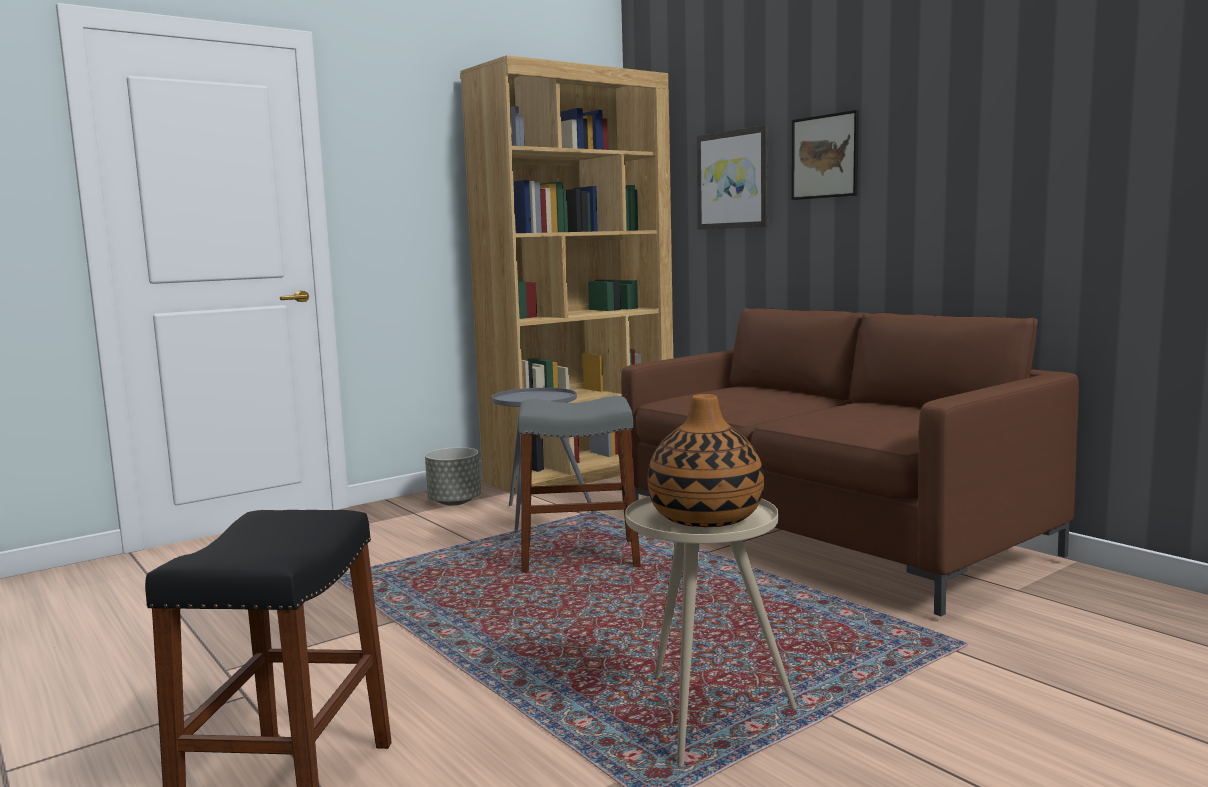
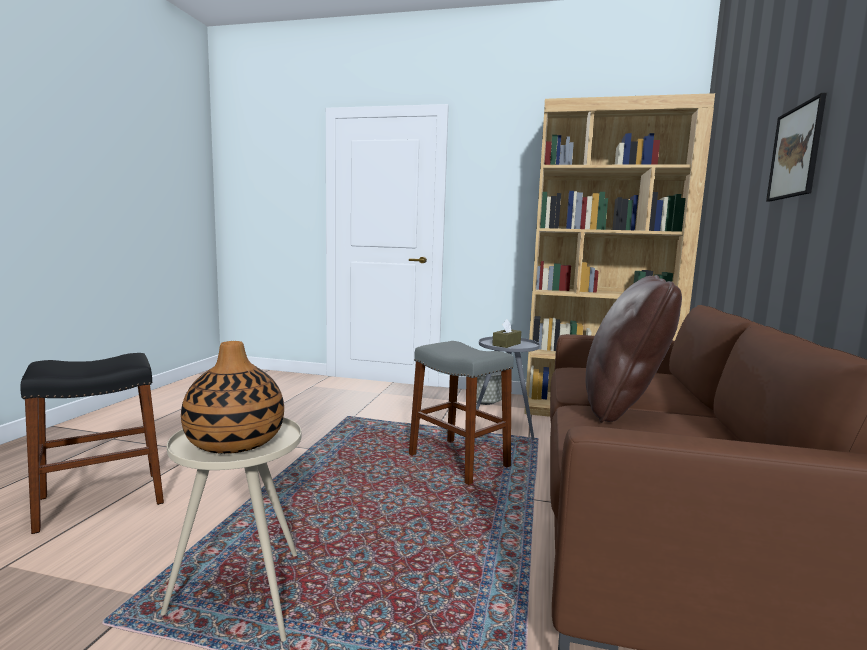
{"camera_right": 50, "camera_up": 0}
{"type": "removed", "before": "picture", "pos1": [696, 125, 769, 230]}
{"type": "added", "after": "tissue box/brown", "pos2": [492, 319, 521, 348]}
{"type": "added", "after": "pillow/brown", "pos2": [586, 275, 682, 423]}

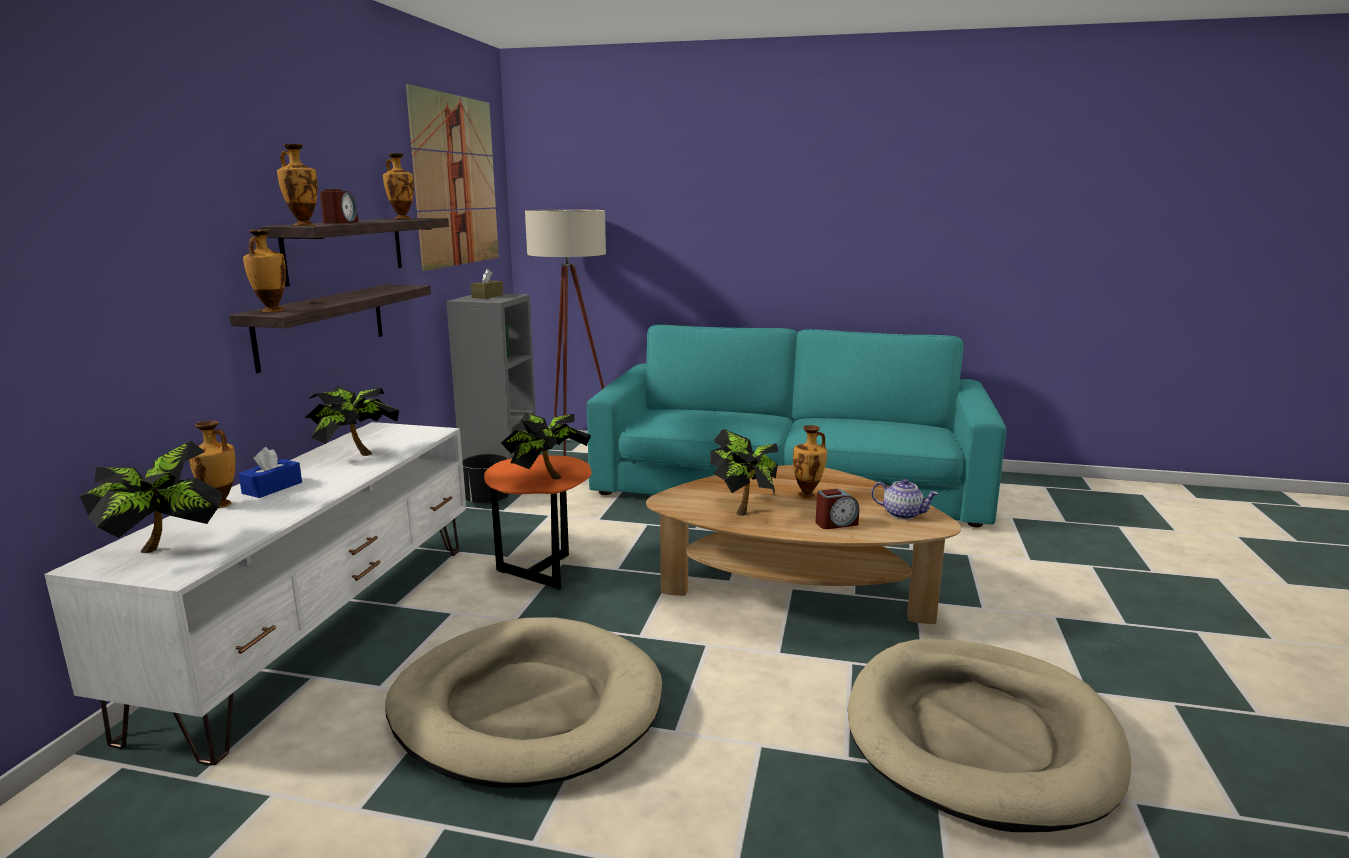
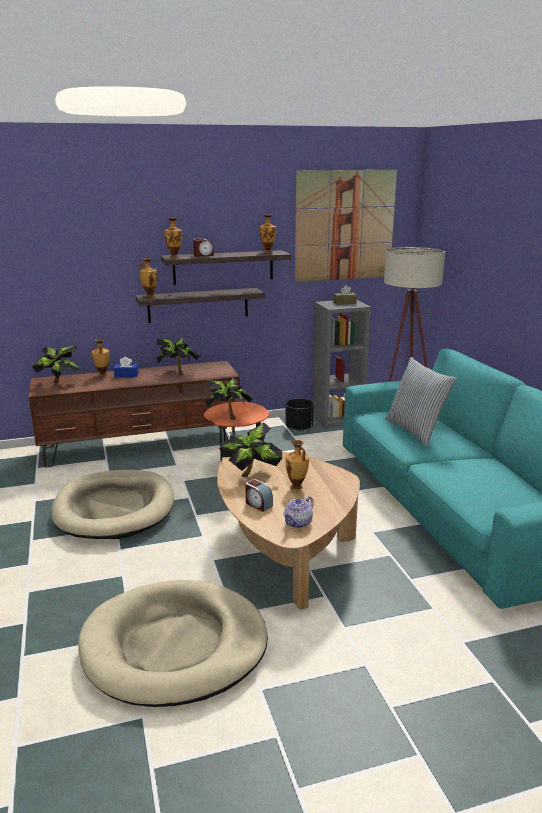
{"camera_right": 60, "camera_up": 5}
{"type": "recoloured", "before": "tv stand/white", "after": "tv stand/brown", "pos1": [44, 422, 466, 766], "pos2": [29, 361, 240, 468]}
{"type": "turned", "before": "teapot", "pos1": [871, 479, 938, 520], "pos2": [283, 496, 314, 528], "turn": 45}
{"type": "added", "after": "pillow", "pos2": [385, 357, 456, 447]}

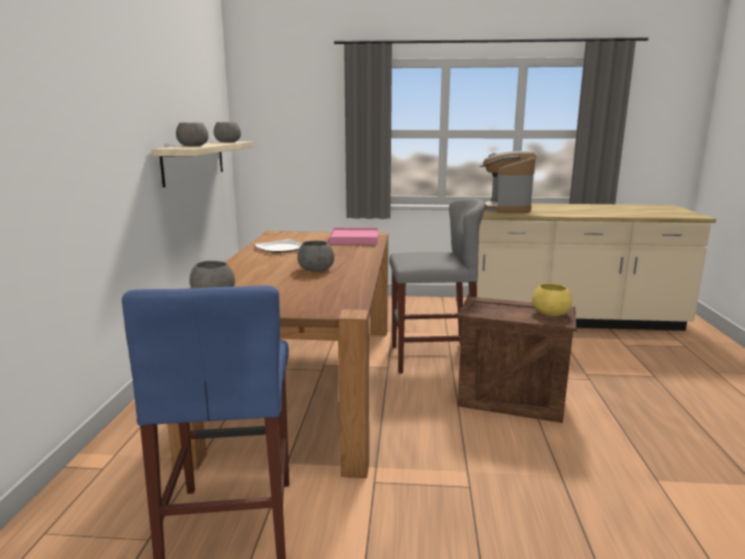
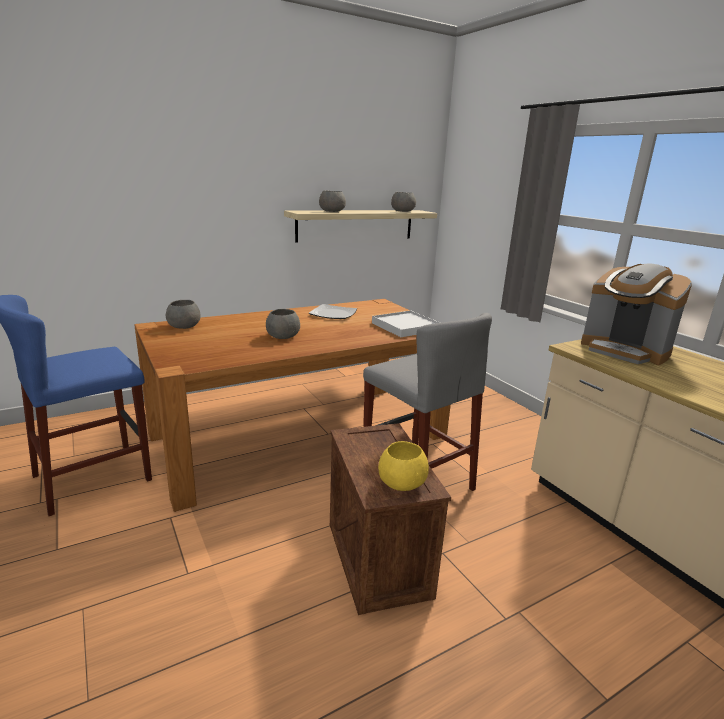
{"camera_right": 55, "camera_up": 5}
{"type": "recoloured", "before": "tray/pink", "after": "tray/white", "pos1": [329, 228, 378, 245], "pos2": [372, 311, 440, 337]}
{"type": "turned", "before": "coffee machine", "pos1": [480, 151, 537, 213], "pos2": [581, 263, 692, 365], "turn": -105}

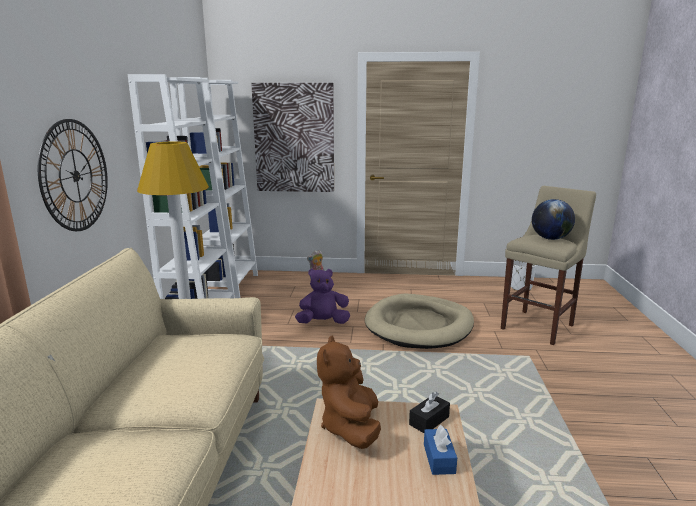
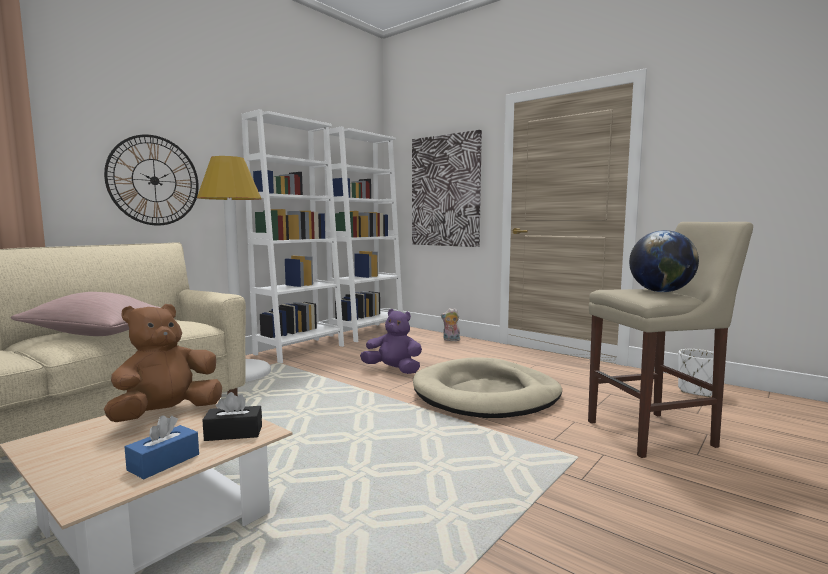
{"camera_right": 35, "camera_up": -10}
{"type": "added", "after": "pillow/pink", "pos2": [11, 292, 161, 336]}

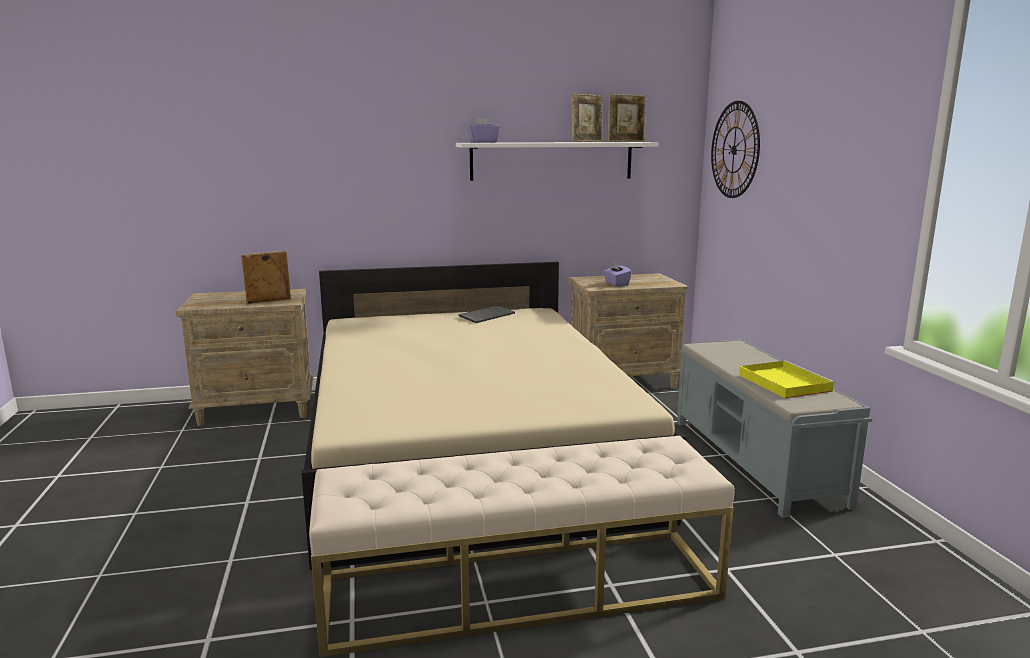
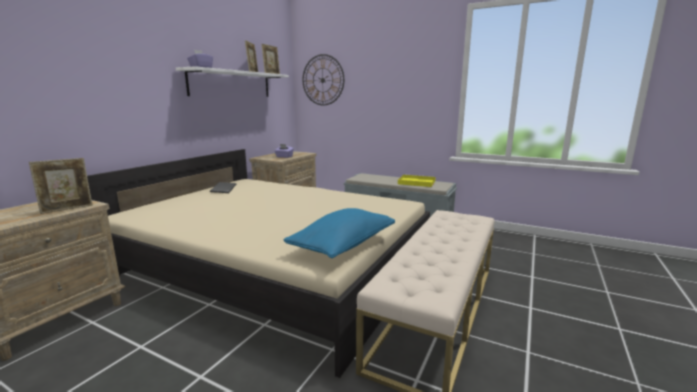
{"camera_right": -50, "camera_up": 0}
{"type": "turned", "before": "picture frame", "pos1": [241, 250, 291, 304], "pos2": [29, 158, 93, 214], "turn": -150}
{"type": "added", "after": "pillow/blue", "pos2": [284, 208, 395, 258]}

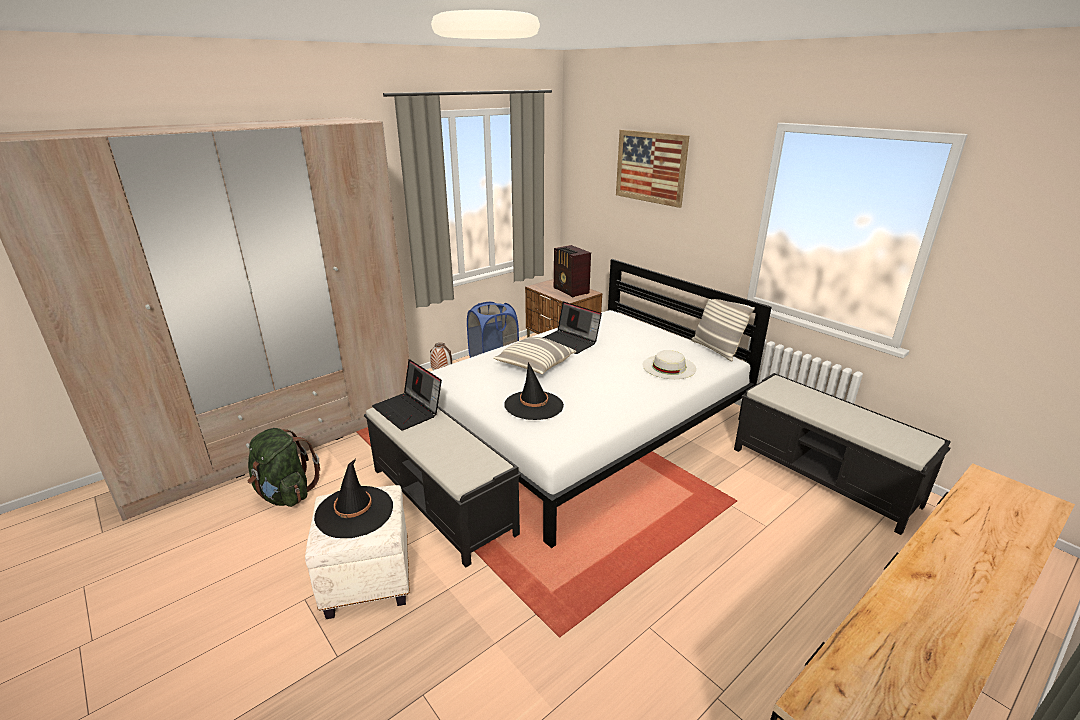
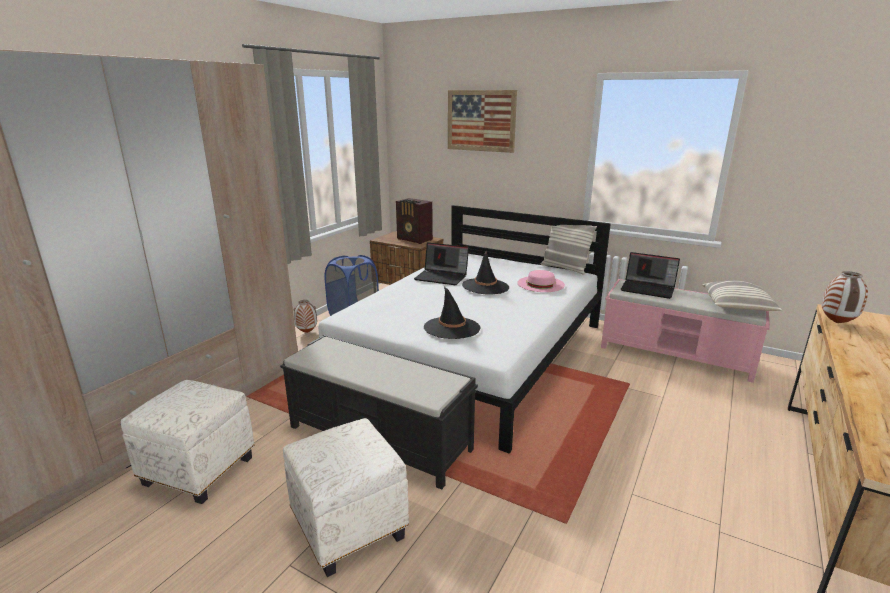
{"camera_right": -20, "camera_up": -5}
{"type": "replaced", "before": "backpack/green", "after": "ottoman/white", "pos1": [248, 428, 320, 507], "pos2": [121, 380, 254, 504]}
{"type": "moved", "before": "hat/black", "pos1": [314, 459, 393, 538], "pos2": [462, 251, 509, 295]}
{"type": "moved", "before": "laptop", "pos1": [372, 359, 442, 431], "pos2": [621, 252, 680, 299]}
{"type": "moved", "before": "pillow", "pos1": [493, 337, 576, 374], "pos2": [702, 280, 782, 311]}
{"type": "recoloured", "before": "hat/white", "after": "hat/pink", "pos1": [642, 350, 696, 379], "pos2": [517, 270, 565, 292]}
{"type": "recoloured", "before": "bench/black", "after": "bench/pink", "pos1": [734, 373, 951, 535], "pos2": [601, 279, 770, 383]}
{"type": "added", "after": "vase", "pos2": [822, 271, 868, 323]}

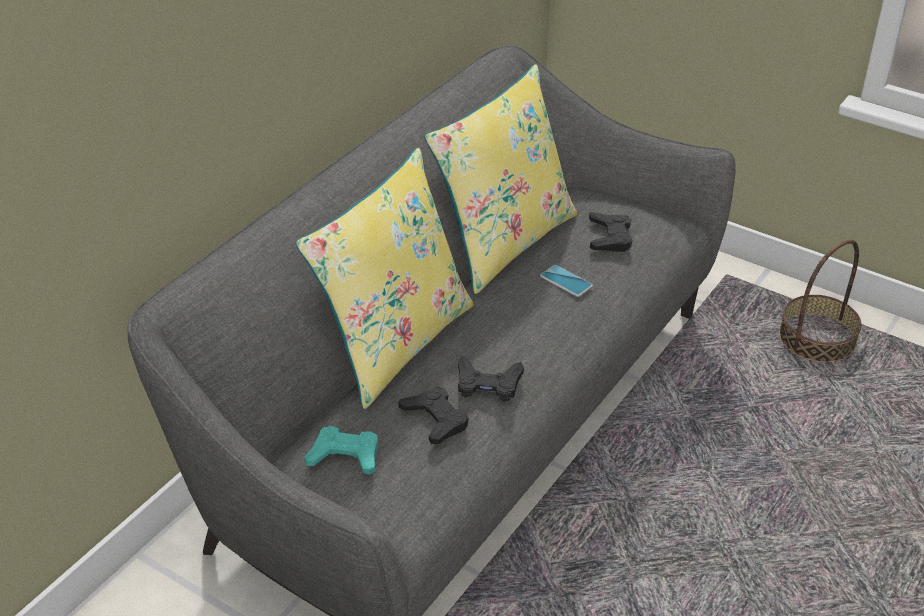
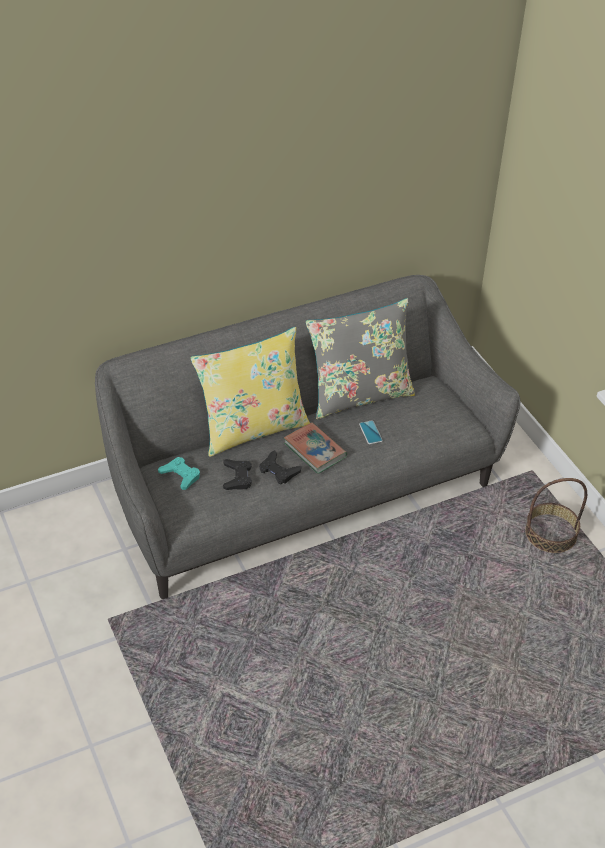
{"camera_right": 30, "camera_up": 5}
{"type": "recoloured", "before": "pillow/yellow", "after": "pillow/grey", "pos1": [424, 64, 577, 294], "pos2": [306, 298, 415, 419]}
{"type": "removed", "before": "game controller/black", "pos1": [589, 212, 632, 252]}
{"type": "added", "after": "book", "pos2": [284, 422, 347, 474]}

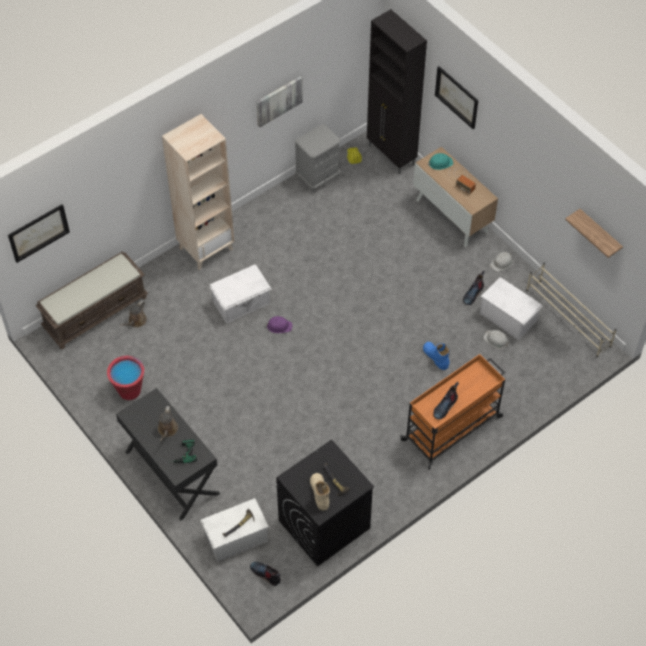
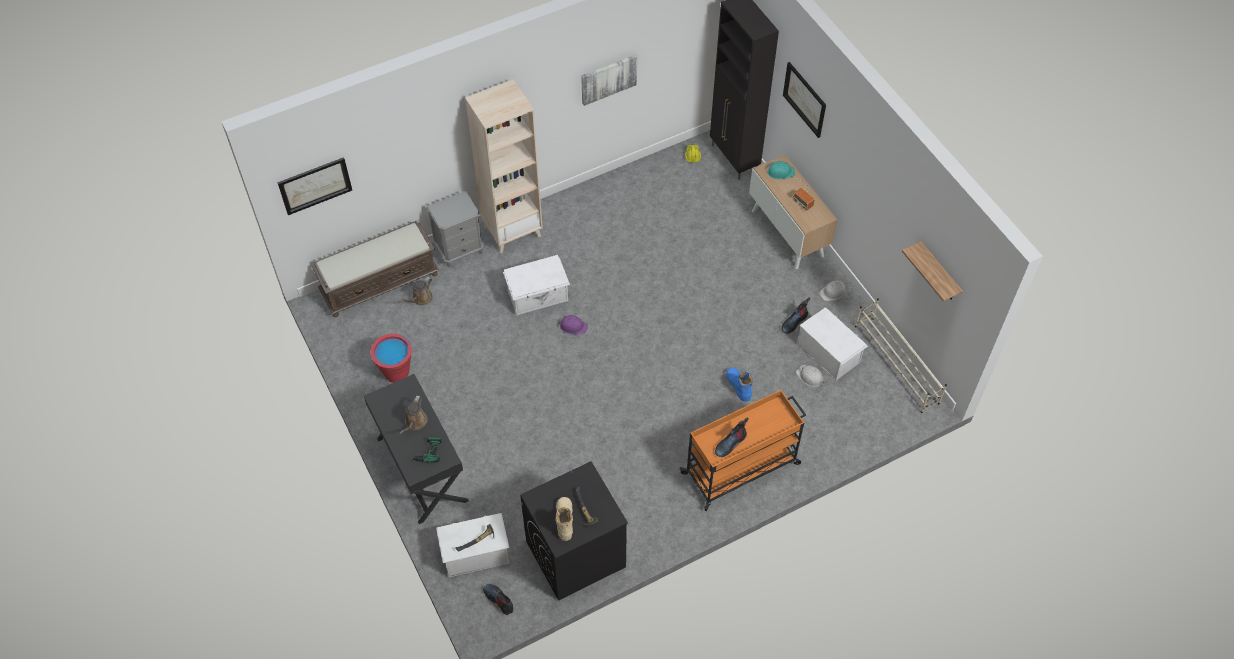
{"camera_right": 10, "camera_up": 0}
{"type": "moved", "before": "nightstand/grey", "pos1": [294, 123, 341, 193], "pos2": [426, 191, 484, 267]}

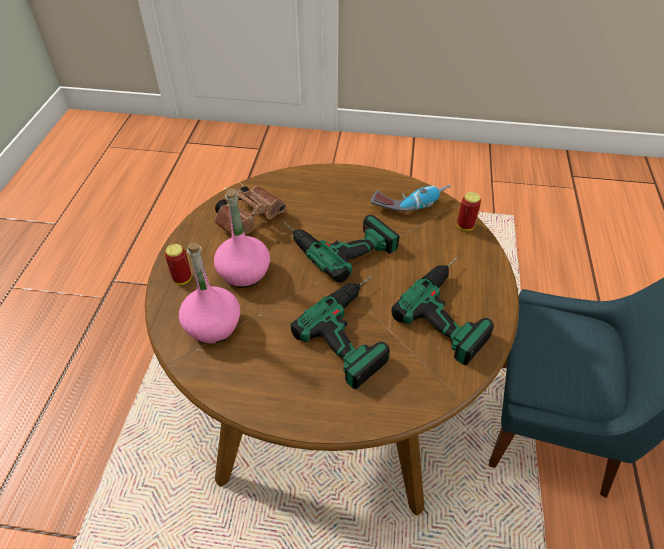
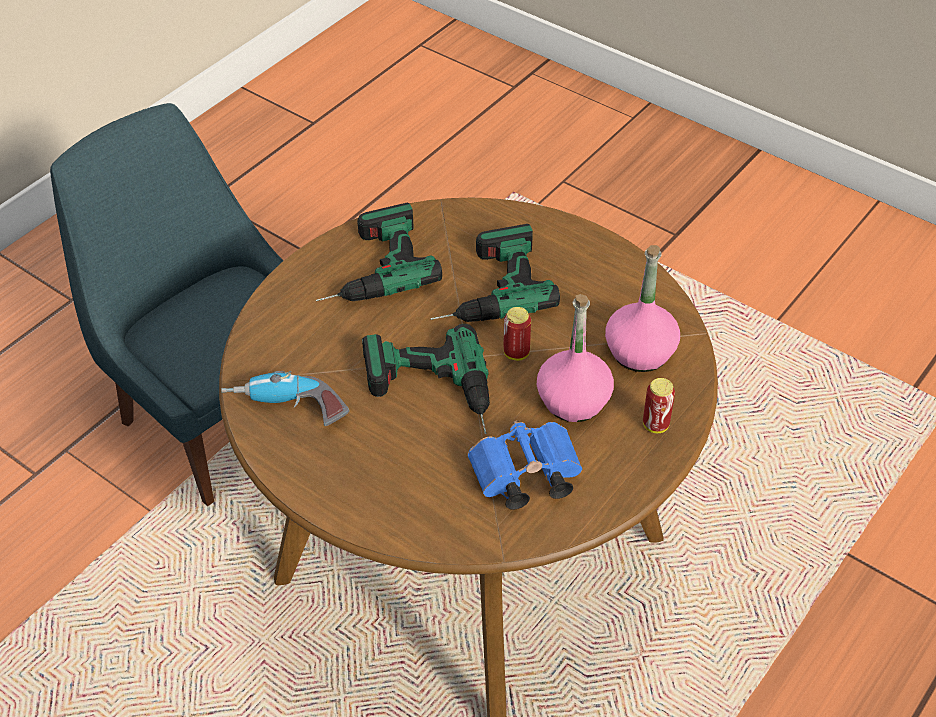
{"camera_right": -150, "camera_up": 0}
{"type": "recoloured", "before": "binoculars/brown", "after": "binoculars/blue", "pos1": [215, 186, 286, 236], "pos2": [467, 420, 582, 510]}
{"type": "moved", "before": "can", "pos1": [457, 192, 481, 231], "pos2": [504, 307, 531, 361]}

